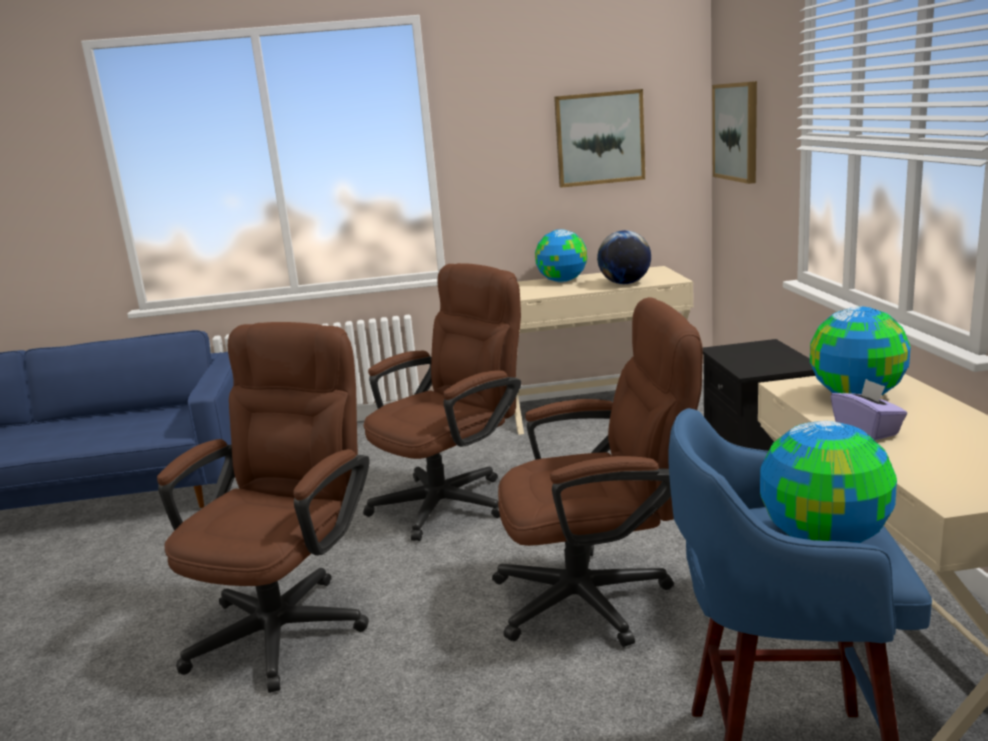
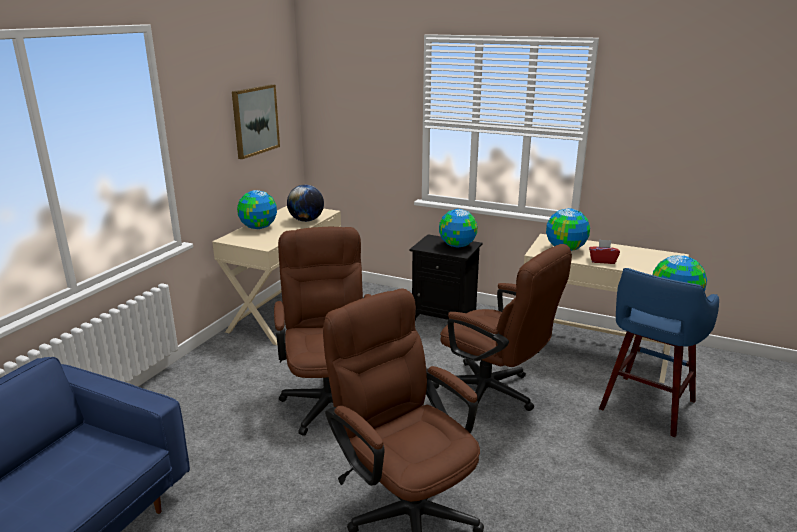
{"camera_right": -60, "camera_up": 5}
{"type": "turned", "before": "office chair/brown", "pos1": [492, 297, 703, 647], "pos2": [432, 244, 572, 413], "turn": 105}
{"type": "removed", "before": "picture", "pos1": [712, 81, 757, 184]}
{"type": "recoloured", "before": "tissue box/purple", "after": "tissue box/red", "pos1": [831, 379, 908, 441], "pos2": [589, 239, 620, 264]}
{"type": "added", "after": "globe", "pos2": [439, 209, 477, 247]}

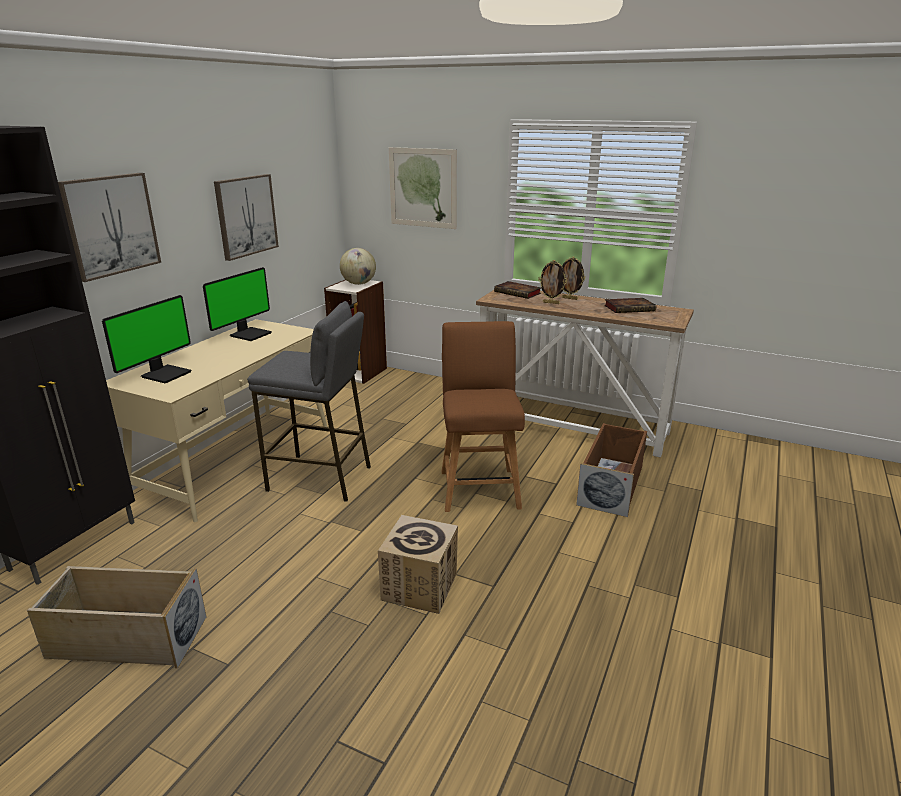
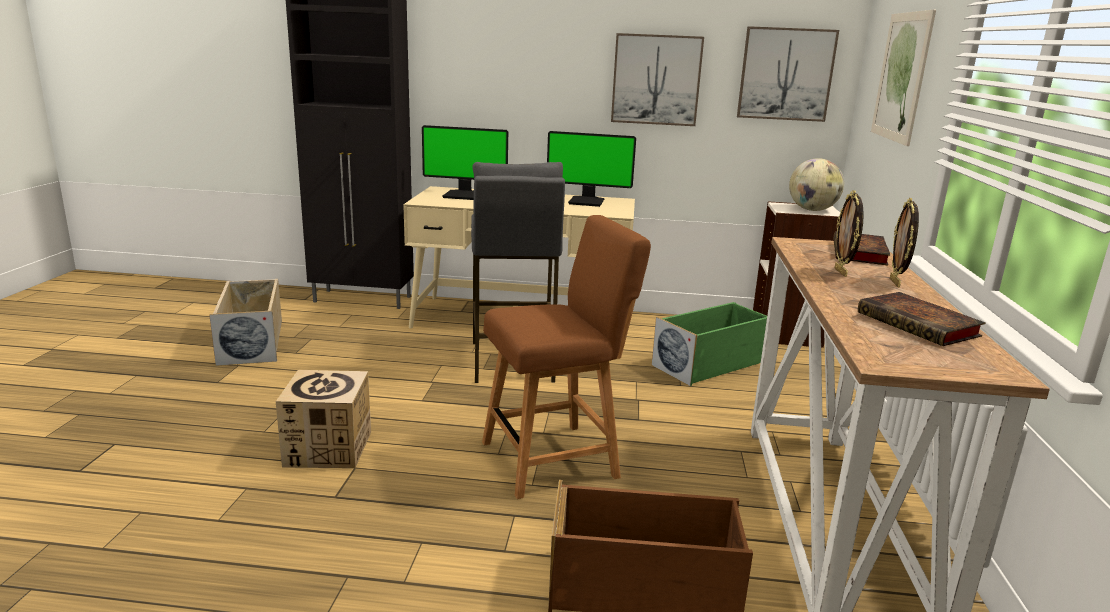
{"camera_right": 70, "camera_up": -5}
{"type": "moved", "before": "picture", "pos1": [58, 173, 161, 282], "pos2": [737, 26, 839, 122]}
{"type": "added", "after": "storage box/green", "pos2": [652, 302, 767, 386]}

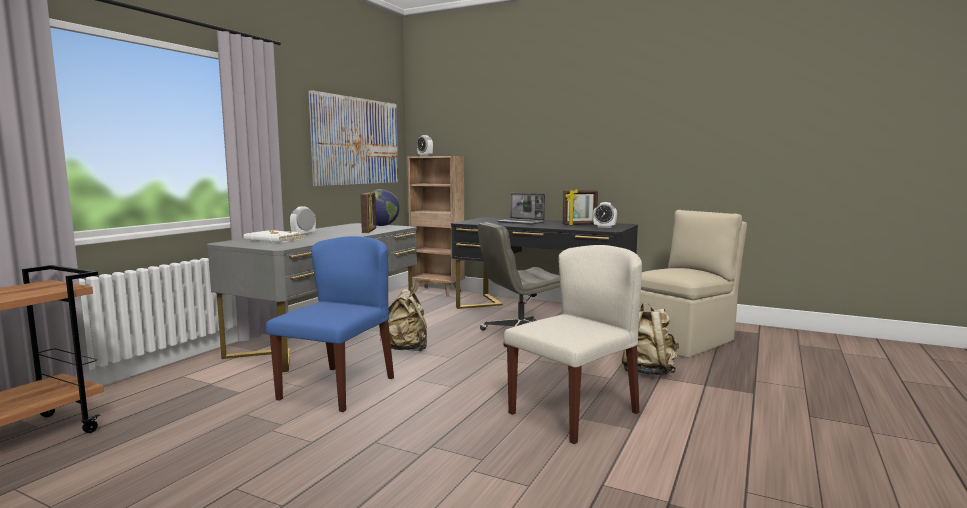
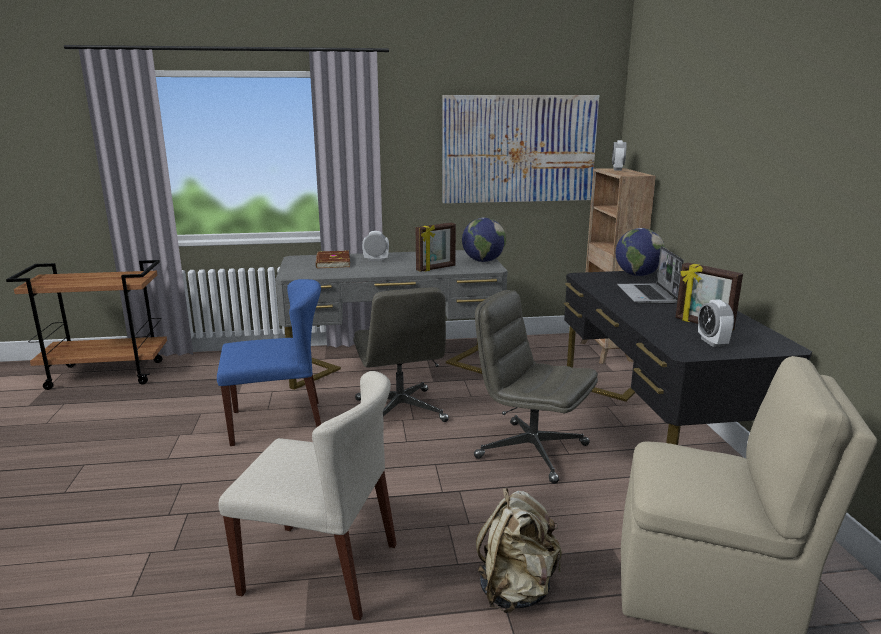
{"camera_right": 55, "camera_up": 10}
{"type": "recoloured", "before": "book/white", "after": "book/brown", "pos1": [244, 230, 304, 243], "pos2": [316, 250, 350, 268]}
{"type": "replaced", "before": "backpack/beige", "after": "office chair/grey", "pos1": [380, 287, 427, 351], "pos2": [353, 287, 449, 422]}
{"type": "added", "after": "globe", "pos2": [616, 228, 665, 276]}

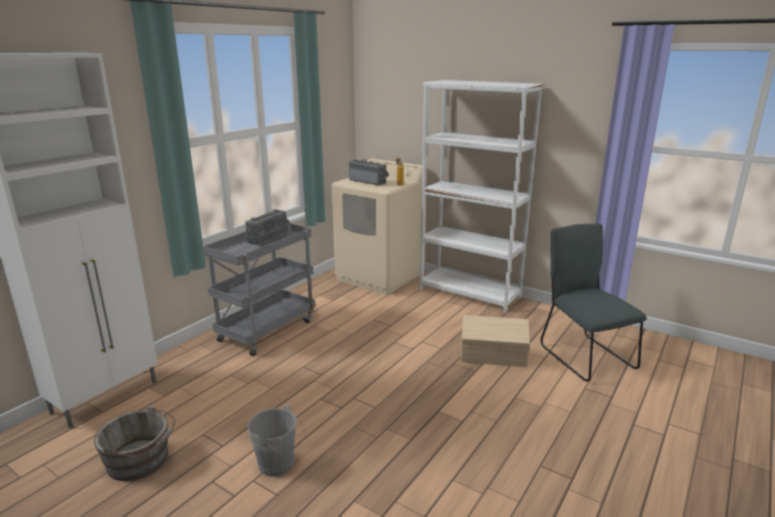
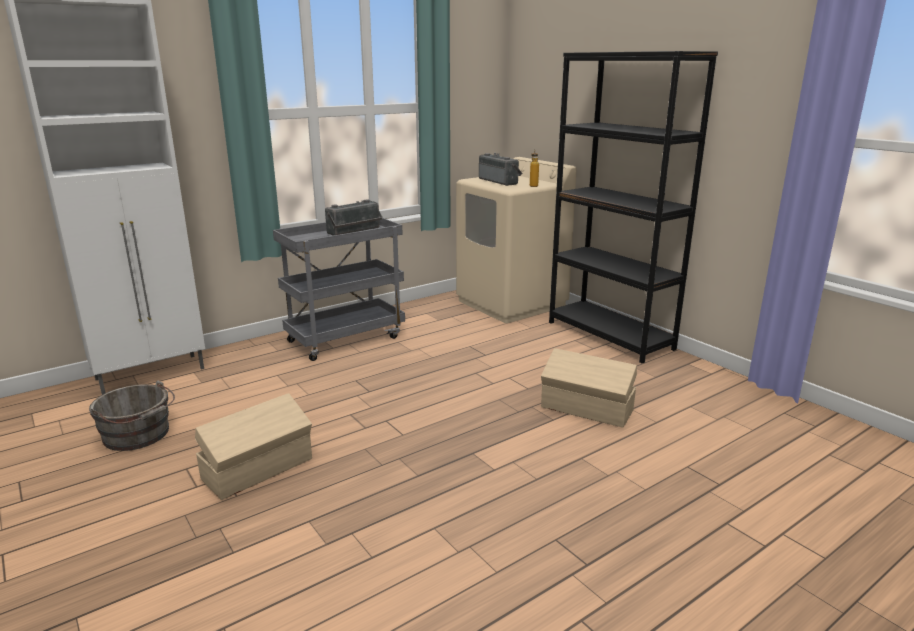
{"camera_right": 20, "camera_up": 0}
{"type": "replaced", "before": "bucket/grey", "after": "storage box/beige", "pos1": [247, 405, 305, 477], "pos2": [195, 393, 312, 500]}
{"type": "recoloured", "before": "bookcase/white", "after": "bookcase/black", "pos1": [419, 80, 543, 313], "pos2": [549, 51, 718, 363]}
{"type": "removed", "before": "chair/grey", "pos1": [541, 223, 647, 381]}

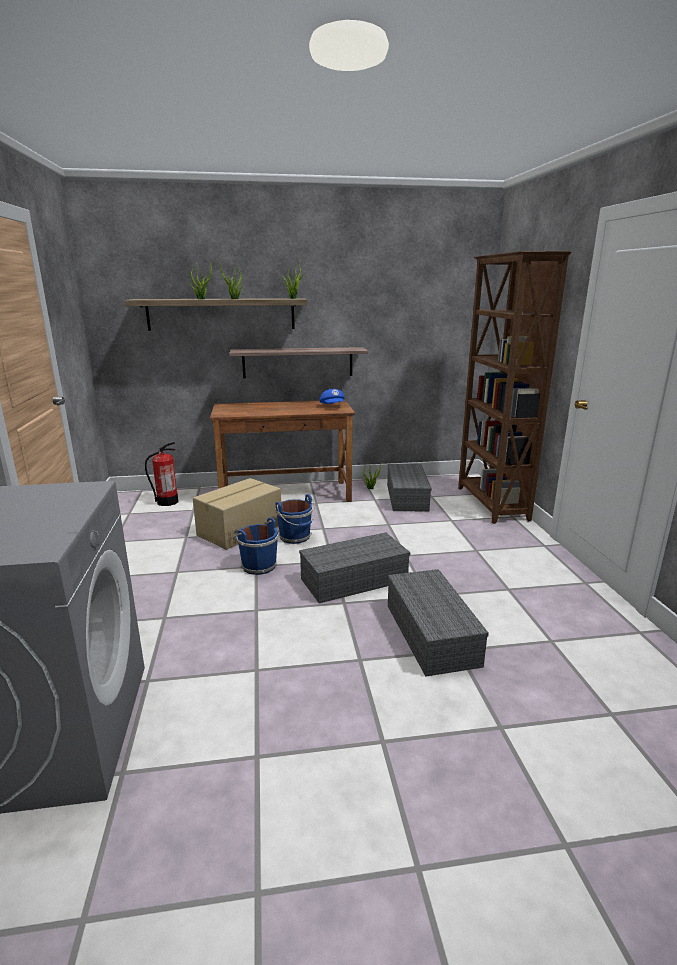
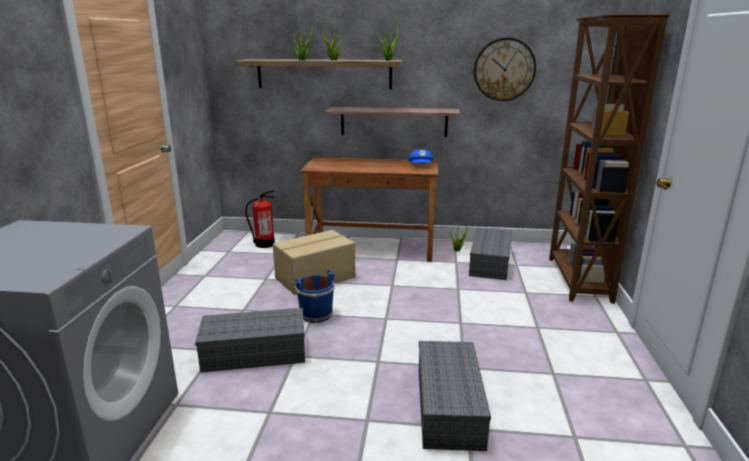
{"camera_right": 15, "camera_up": 0}
{"type": "removed", "before": "bucket/blue", "pos1": [275, 494, 316, 544]}
{"type": "moved", "before": "storage box/grey", "pos1": [299, 533, 410, 603], "pos2": [195, 308, 305, 373]}
{"type": "added", "after": "wall clock", "pos2": [474, 38, 536, 101]}

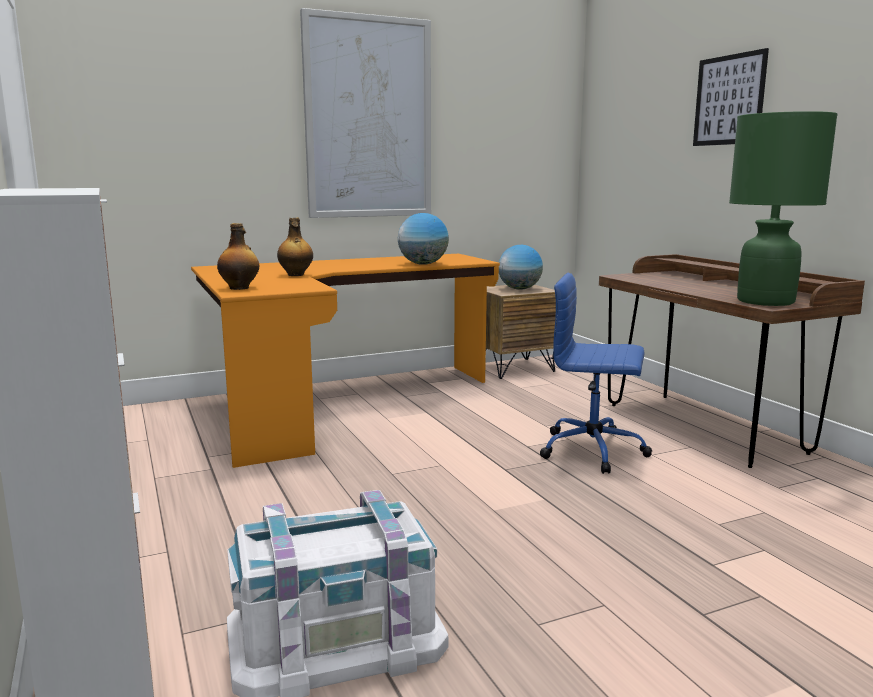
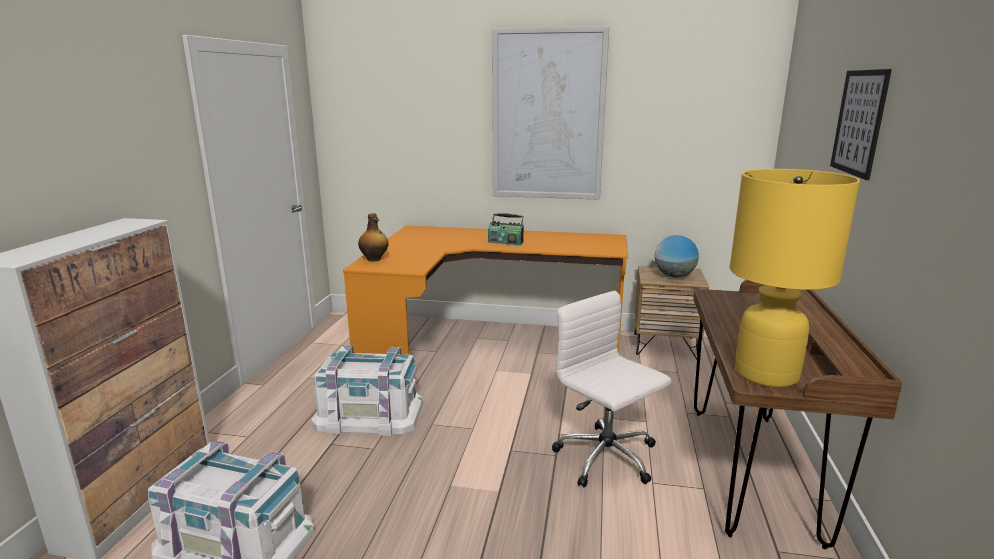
{"camera_right": 35, "camera_up": 5}
{"type": "removed", "before": "bottle", "pos1": [277, 218, 313, 276]}
{"type": "removed", "before": "globe", "pos1": [398, 213, 449, 265]}
{"type": "recoloured", "before": "office chair/blue", "after": "office chair/white", "pos1": [540, 273, 652, 474], "pos2": [552, 291, 671, 488]}
{"type": "recoloured", "before": "table lamp/green", "after": "table lamp/yellow", "pos1": [729, 111, 837, 306], "pos2": [730, 169, 860, 387]}
{"type": "added", "after": "storage box/white", "pos2": [311, 346, 423, 436]}
{"type": "added", "after": "radio", "pos2": [488, 213, 524, 245]}

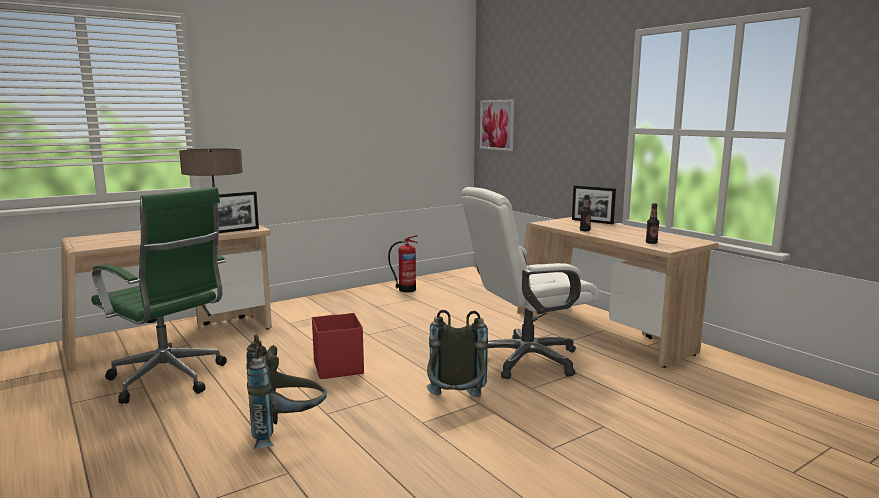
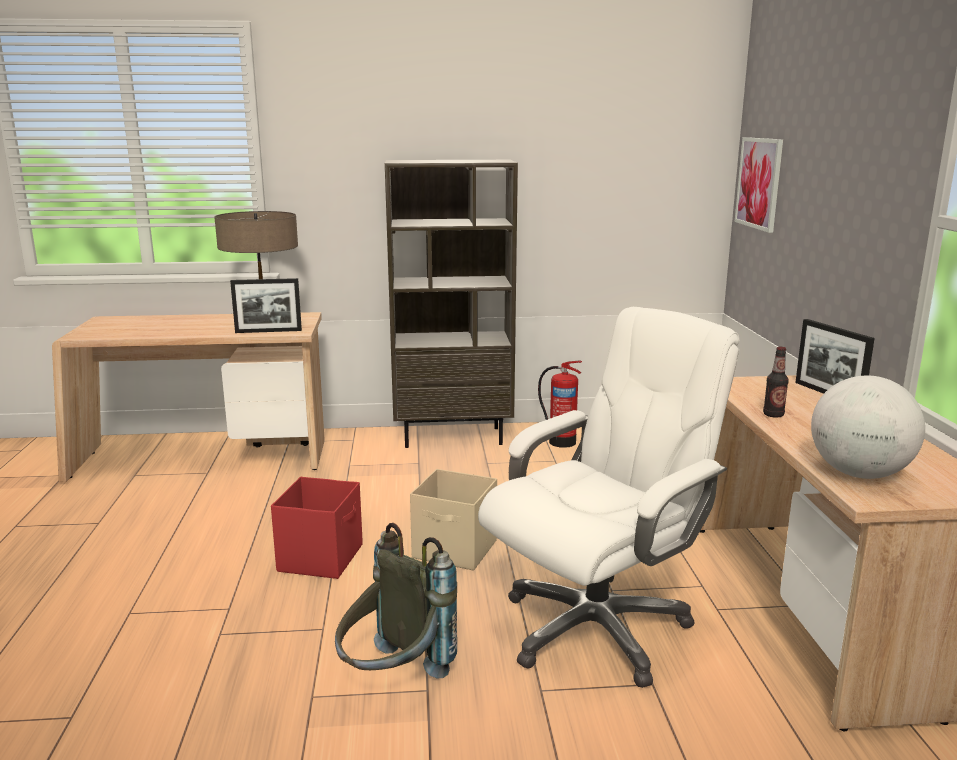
{"camera_right": 30, "camera_up": 5}
{"type": "removed", "before": "office chair/green", "pos1": [91, 187, 227, 404]}
{"type": "removed", "before": "backpack/grey", "pos1": [246, 334, 326, 449]}
{"type": "turned", "before": "office chair/white", "pos1": [461, 187, 600, 379], "pos2": [478, 307, 739, 688], "turn": 135}
{"type": "replaced", "before": "bottle", "after": "globe", "pos1": [646, 203, 659, 244], "pos2": [811, 376, 925, 479]}
{"type": "added", "after": "bookcase/brown", "pos2": [385, 160, 518, 448]}
{"type": "added", "after": "storage box/beige", "pos2": [410, 469, 497, 571]}

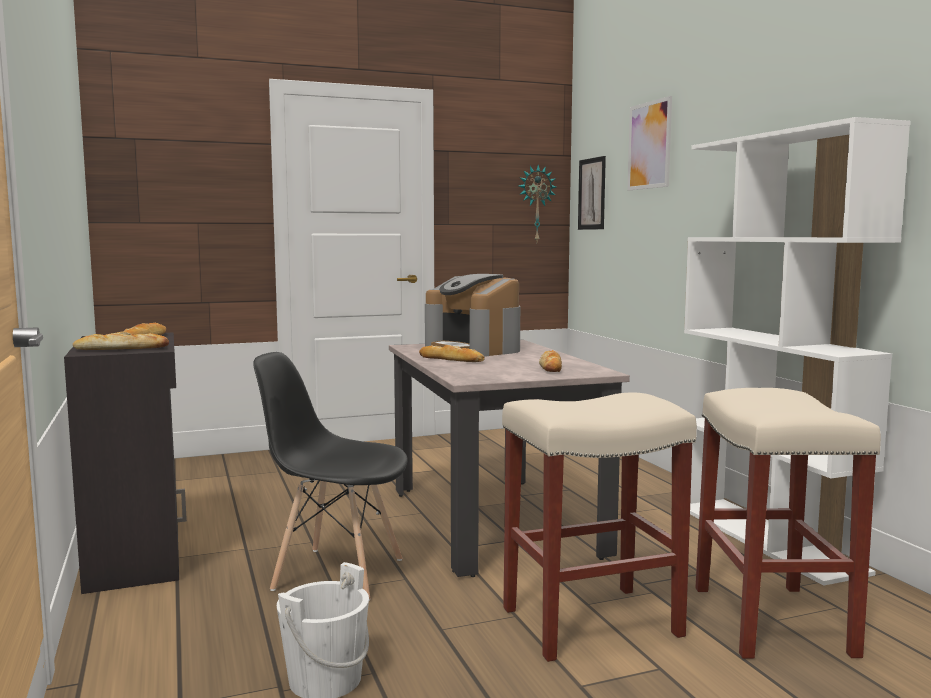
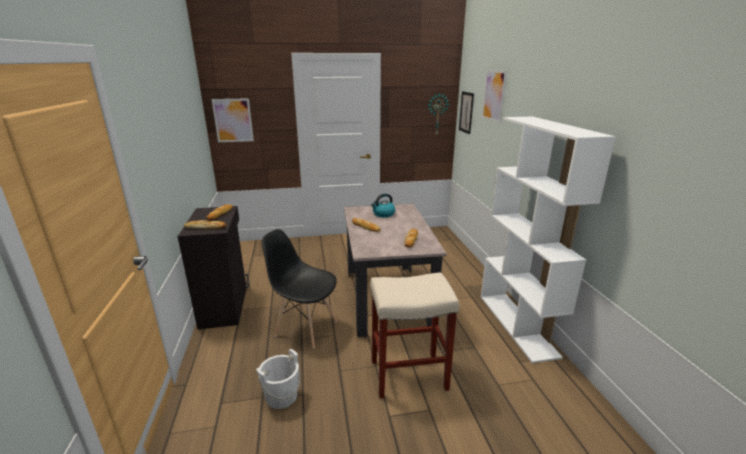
{"camera_right": 10, "camera_up": 15}
{"type": "replaced", "before": "coffee machine", "after": "kettle", "pos1": [425, 274, 520, 357], "pos2": [371, 193, 395, 217]}
{"type": "removed", "before": "stool/beige", "pos1": [695, 388, 881, 659]}
{"type": "added", "after": "picture", "pos2": [211, 98, 254, 142]}

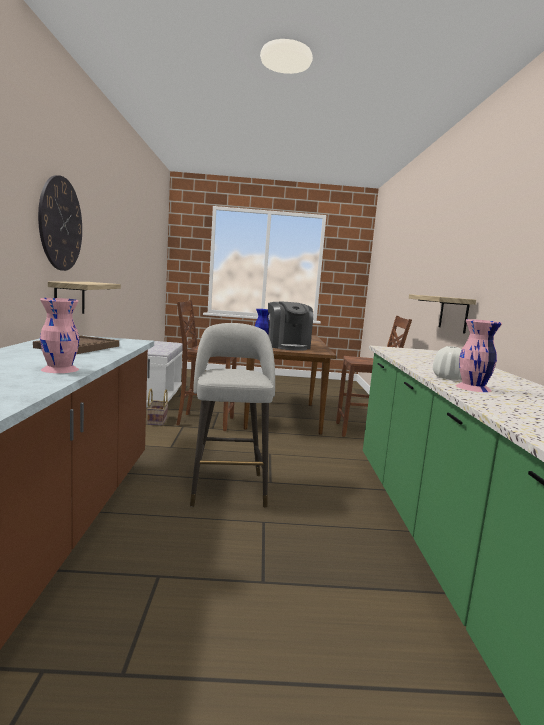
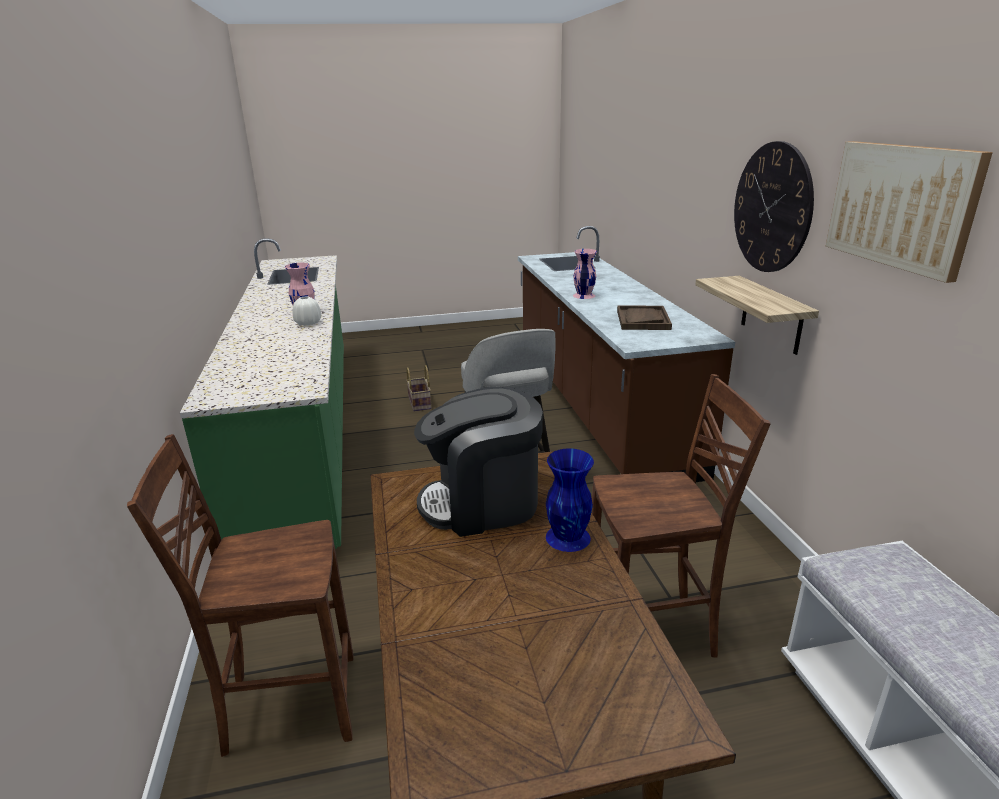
{"camera_right": 170, "camera_up": 15}
{"type": "moved", "before": "basket", "pos1": [147, 389, 168, 426], "pos2": [406, 365, 431, 411]}
{"type": "turned", "before": "coffee machine", "pos1": [268, 301, 313, 351], "pos2": [414, 387, 543, 537], "turn": -75}
{"type": "removed", "before": "shelf", "pos1": [409, 294, 476, 334]}
{"type": "added", "after": "picture", "pos2": [826, 141, 993, 283]}

